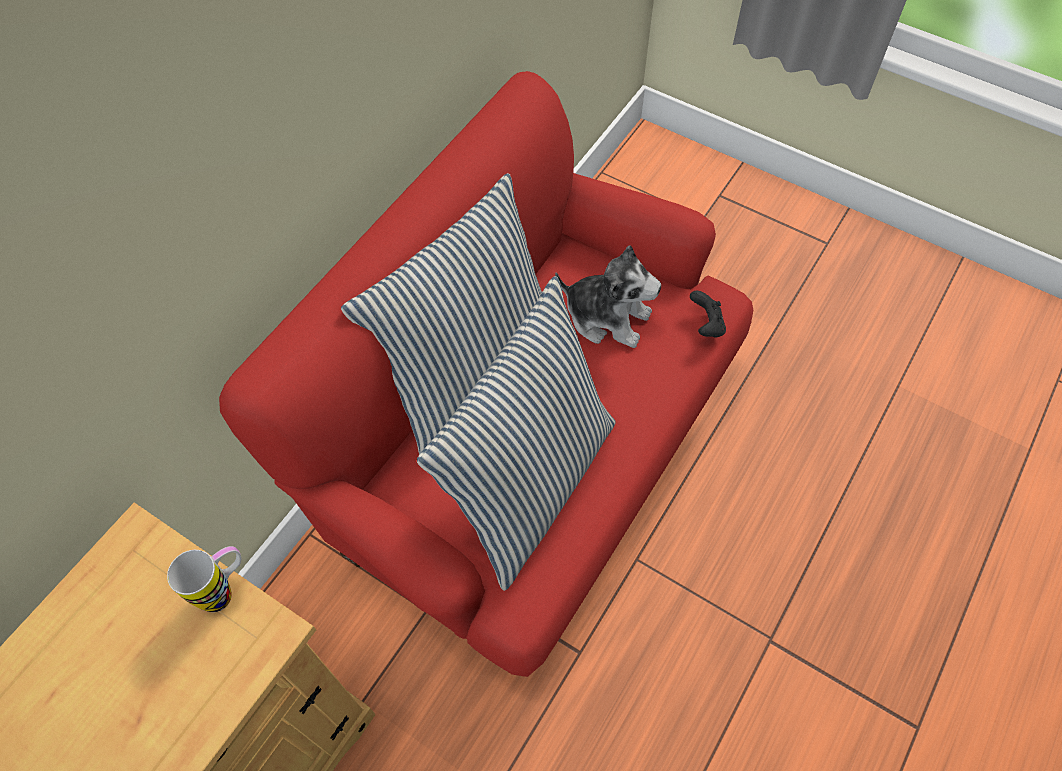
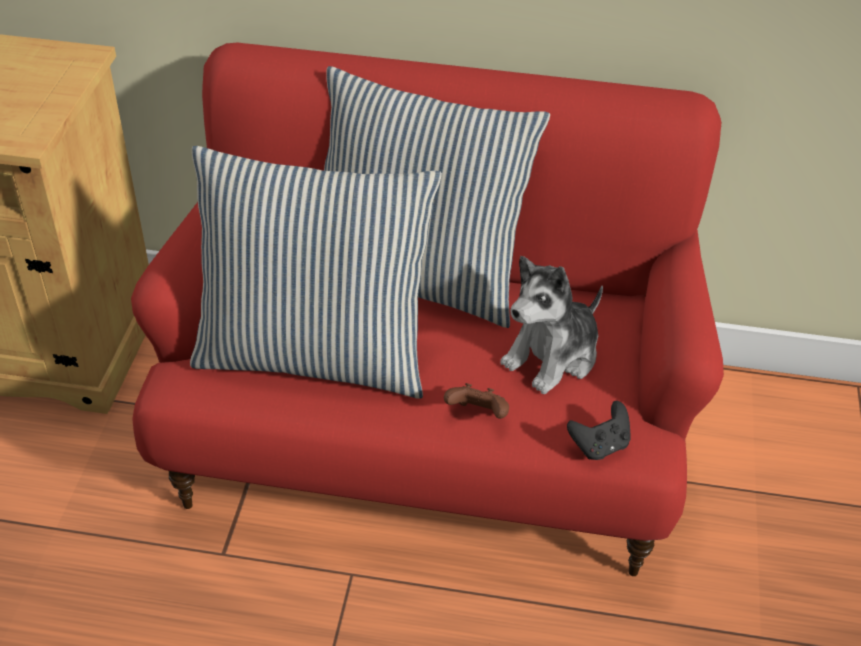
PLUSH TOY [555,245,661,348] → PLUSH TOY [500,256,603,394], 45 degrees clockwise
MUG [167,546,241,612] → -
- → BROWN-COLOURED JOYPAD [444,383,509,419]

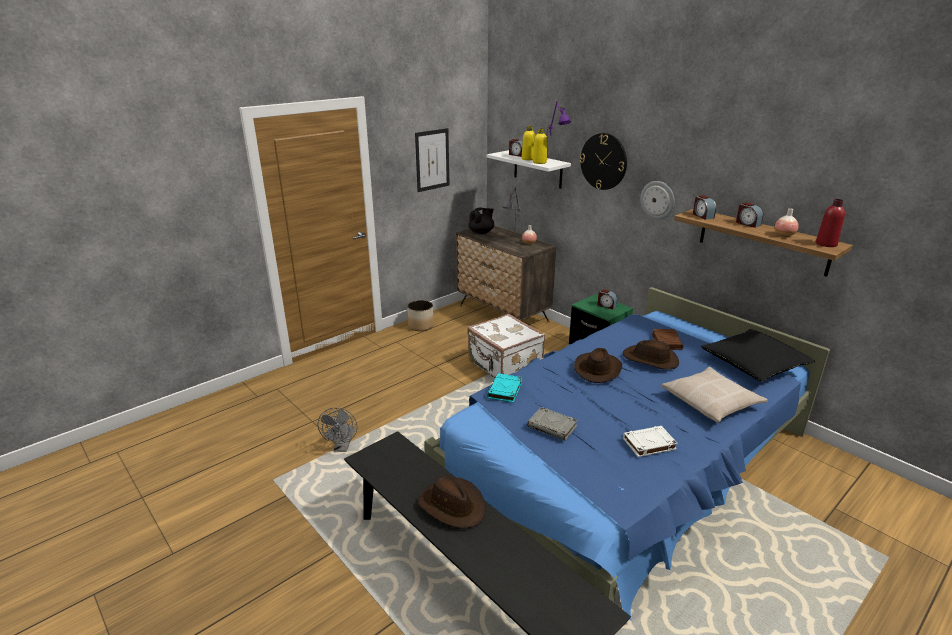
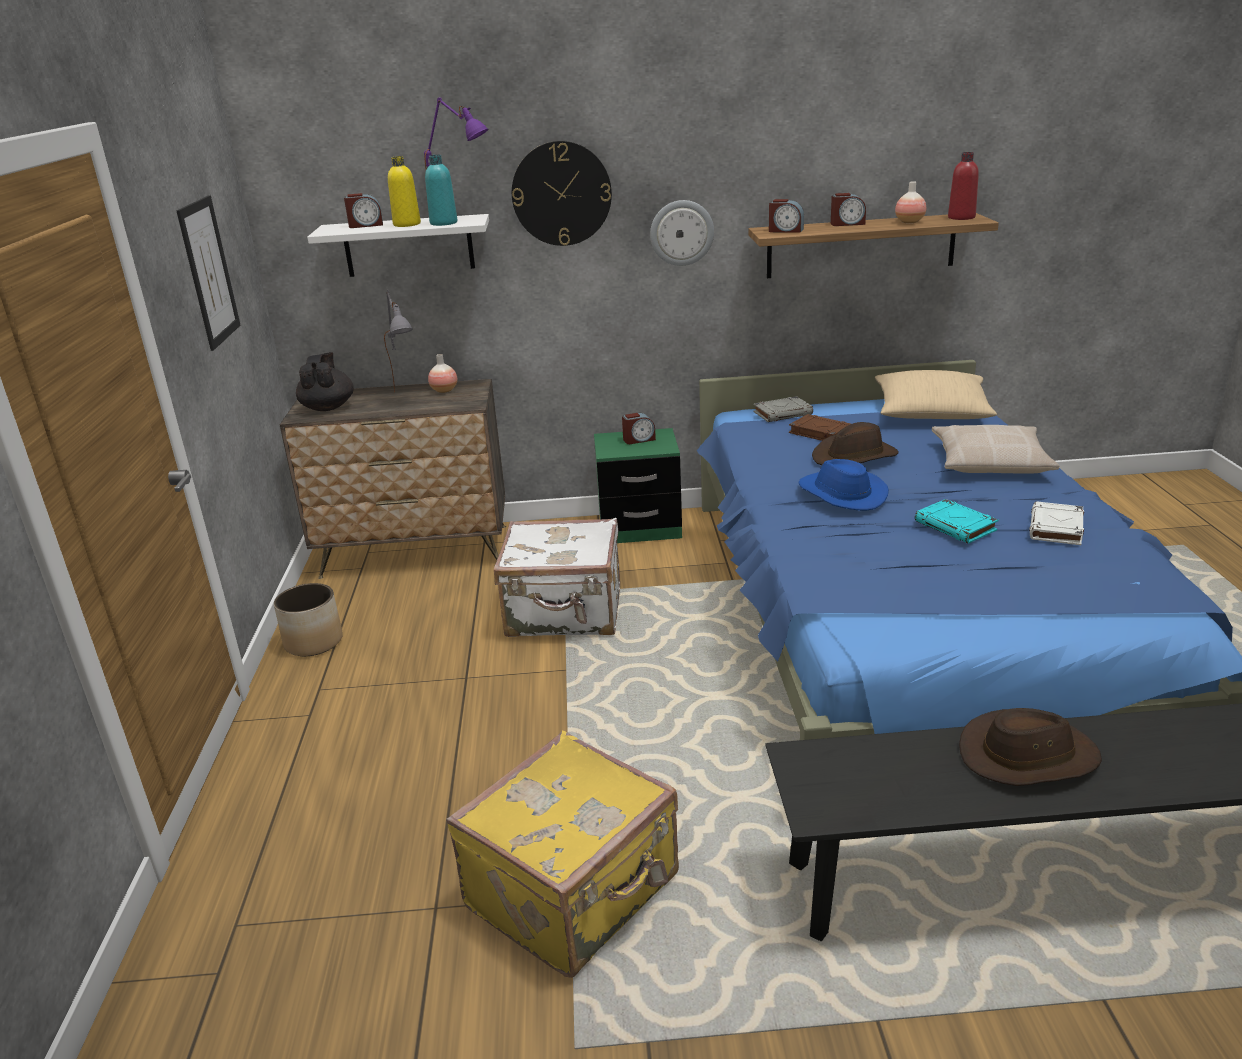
YELLOW BEVERAGE BOTTLE [533,129,547,164] → BLUE-GREEN BEVERAGE BOTTLE [425,155,457,226]
BLACK-COLOURED THROW PILLOW [701,329,815,382] → BEIGE THROW PILLOW [875,370,997,419]
BROWN-COLOURED HAT [574,348,622,383] → BLUE HAT [799,459,889,511]
BLUE-GREEN BOUND BOOK [487,373,522,403] → BLUE-GREEN BOUND BOOK [915,499,999,544], relocated
GRAY FAN [318,407,357,452] → YELLOW TRAVEL CASE [446,731,679,978]
GRAY BOUND BOOK [527,407,578,440] → GRAY BOUND BOOK [753,396,813,422], relocated

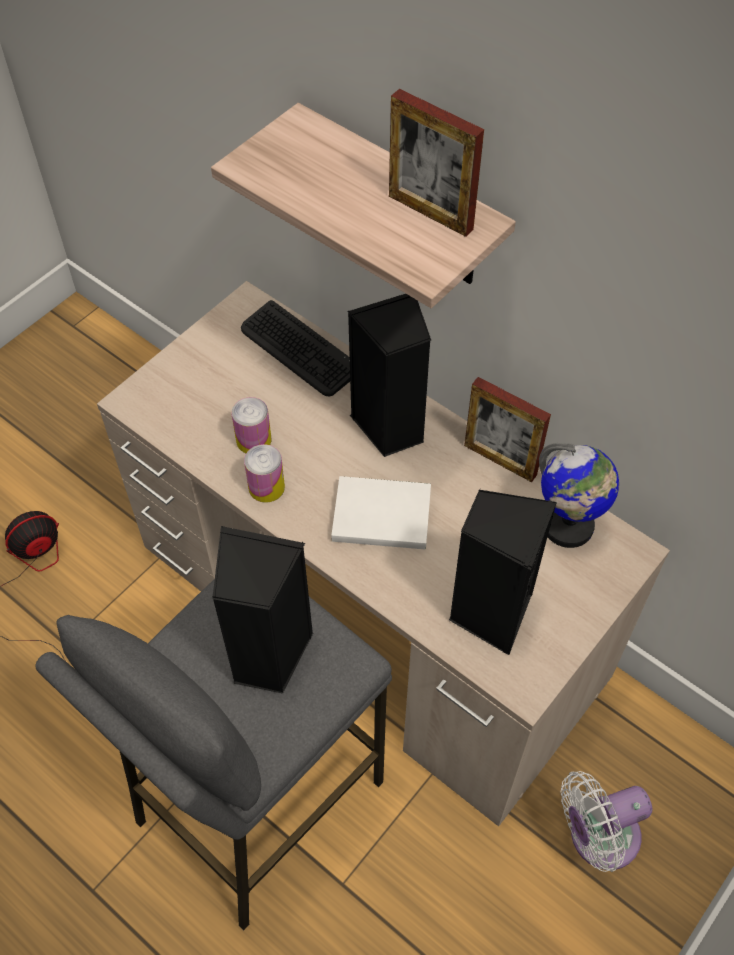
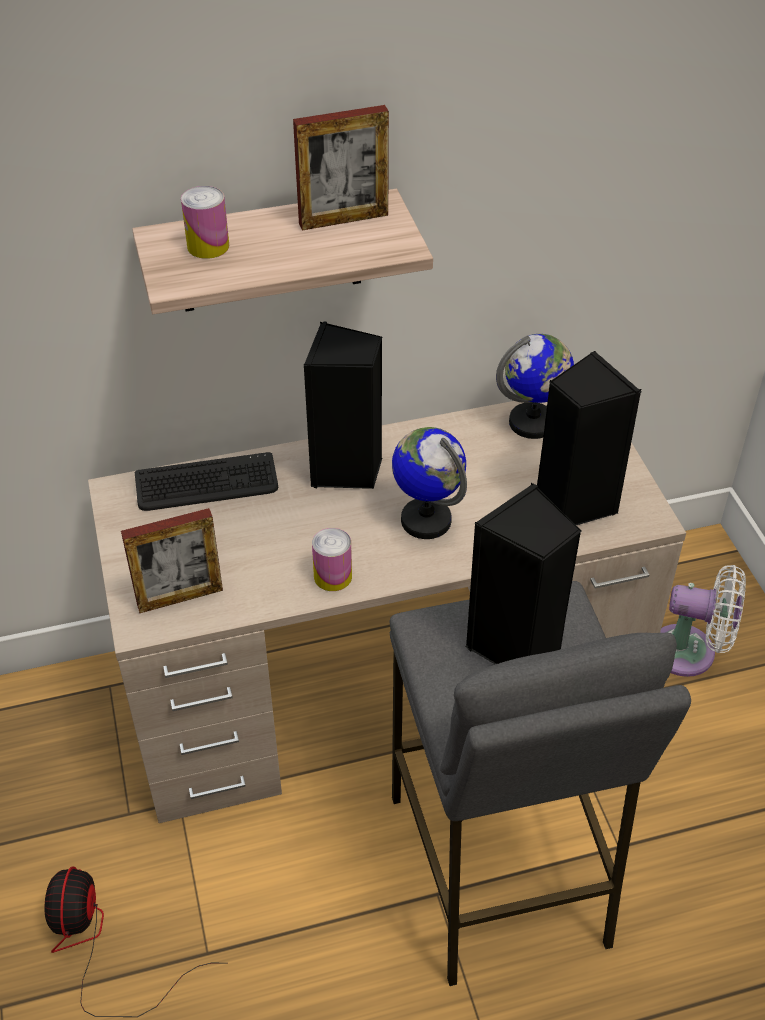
PICTURE FRAME [464,377,551,482] → PICTURE FRAME [121,508,223,613], relocated
CAN [232,397,271,453] → CAN [181,186,229,259], relocated
WHITISH BOUND BOOK [331,476,431,550] → GLOBE [392,427,467,539]
WHITISH FAN [561,771,652,872] → WHITISH FAN [660,565,746,677], 90 degrees counterclockwise

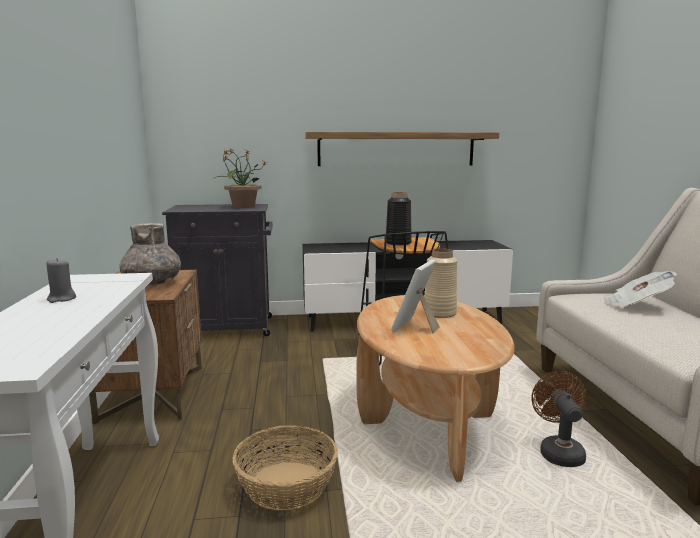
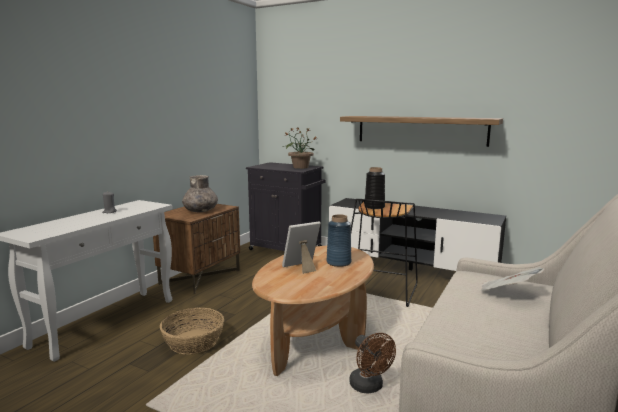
BEIGE DECORATIVE VASE [423,248,457,318] → BLUE DECORATIVE VASE [326,214,351,267]
BROWN-COLOURED FAN [531,371,587,467] → BROWN-COLOURED FAN [349,333,396,393], 120 degrees clockwise

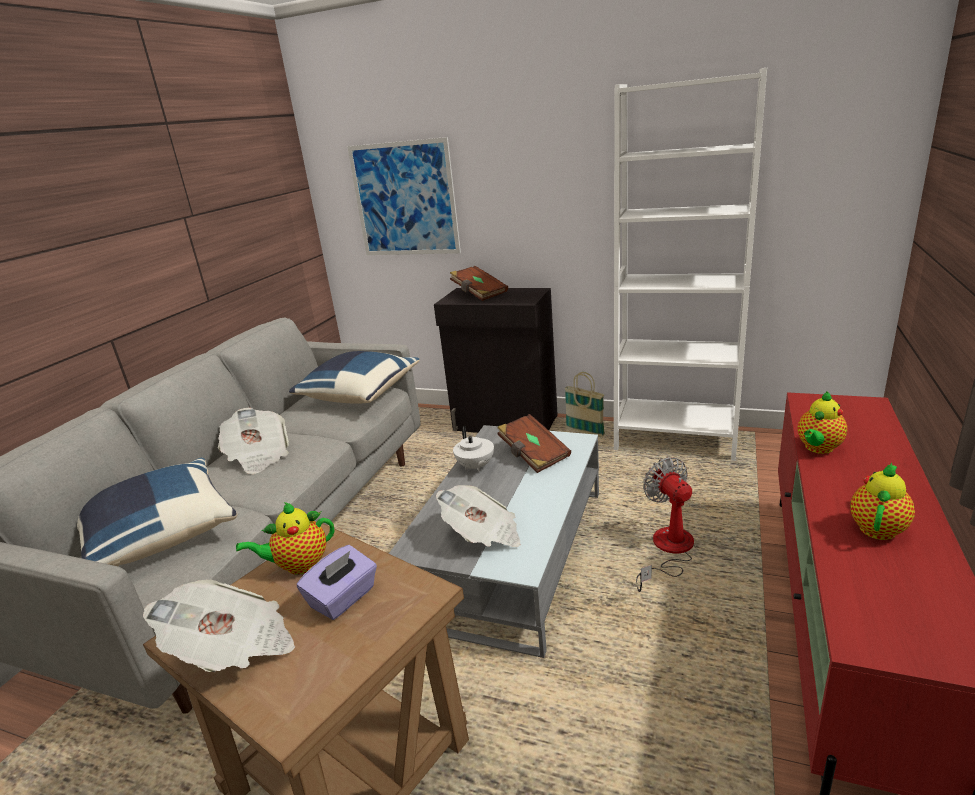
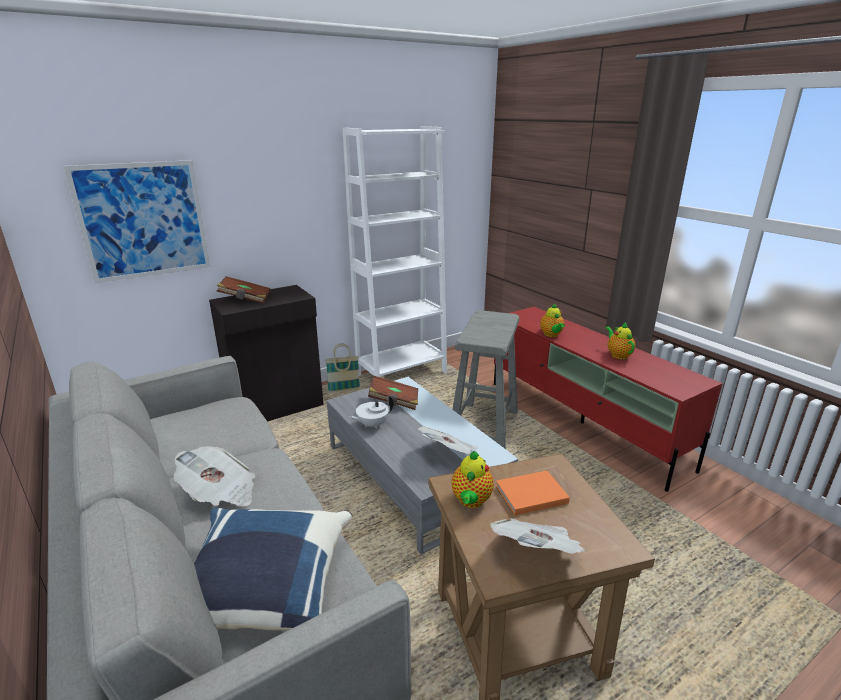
BLUE THROW PILLOW [289,351,419,404] → -
WHITISH TEA POT [453,426,494,472] → WHITISH TEA POT [348,395,394,429], 135 degrees clockwise
FAN [636,457,694,592] → GRAY STOOL SEAT [452,310,520,449]
PURPLE-COLOURED TISSUE BOX [297,545,377,620] → ORANGE BOUND BOOK [496,471,570,515]

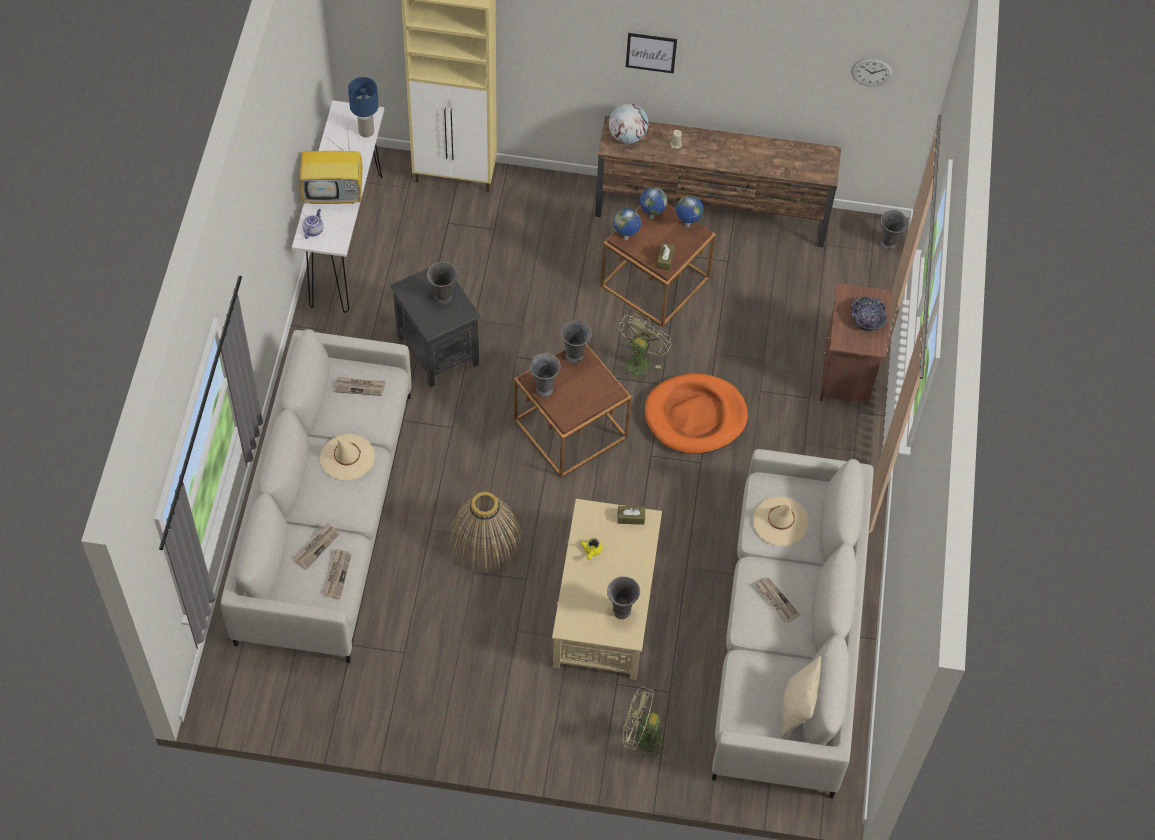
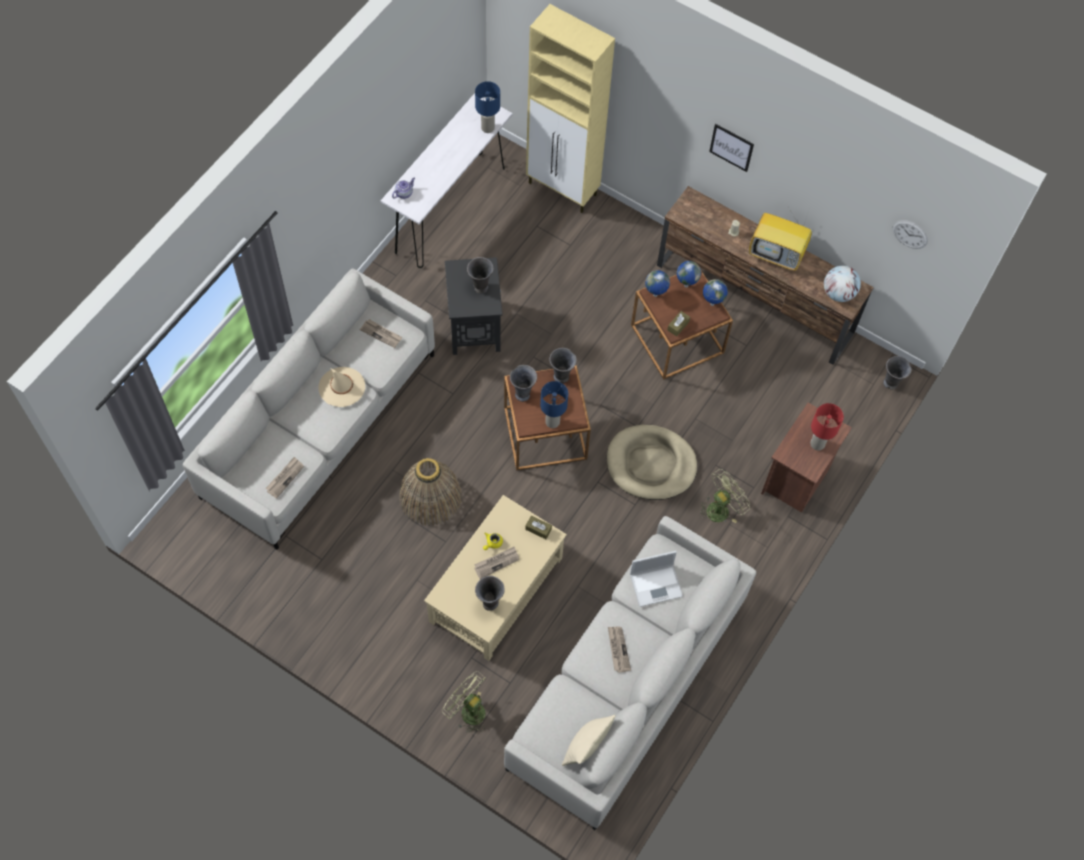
GLOBE [609,103,648,144] → GLOBE [824,265,861,302], relocated
TV [299,131,362,204] → TV [749,205,812,271], relocated
DEEP DISH [851,297,887,331] → REDDISH TABLE LAMP [810,403,844,451]
GREENISH FAN [617,314,671,377] → GREENISH FAN [699,470,750,523], relocated
ORANGE PET BED [645,373,748,454] → BEIGE PET BED [607,425,697,500]
BEIGE HAT [753,497,808,546] → NOTEBOOK COMPUTER [630,551,683,607]
DAILY PAPER [294,523,339,570] → DAILY PAPER [474,547,519,579], relocated
- → BLUE TABLE LAMP [540,381,568,428]

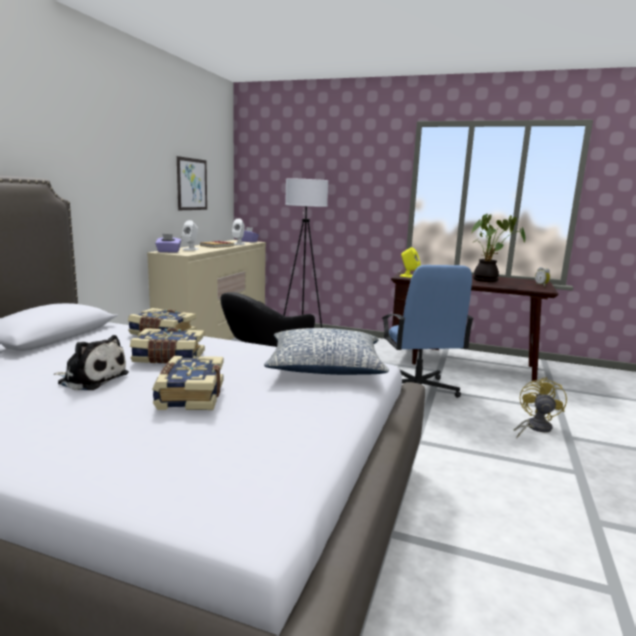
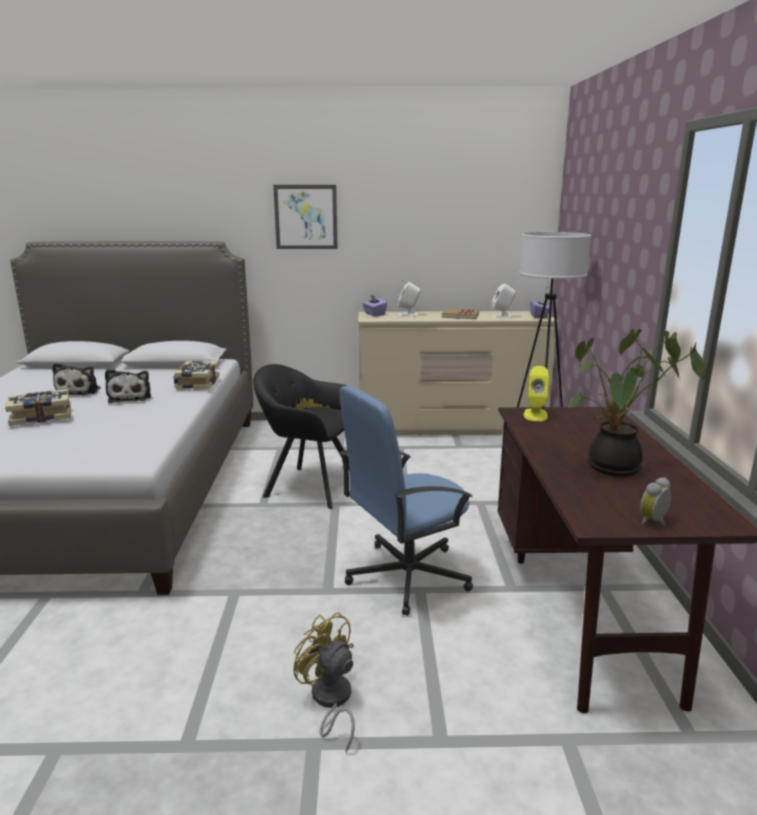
WALL ART [177,156,207,210] → WALL ART [273,185,338,249], relocated
BOUND BOOK [130,328,205,364] → PLUSH TOY [105,369,151,404]
THROW PILLOW [264,328,389,375] → -
YELLOW FAN [514,377,567,438] → YELLOW FAN [293,612,355,753], 135 degrees counterclockwise

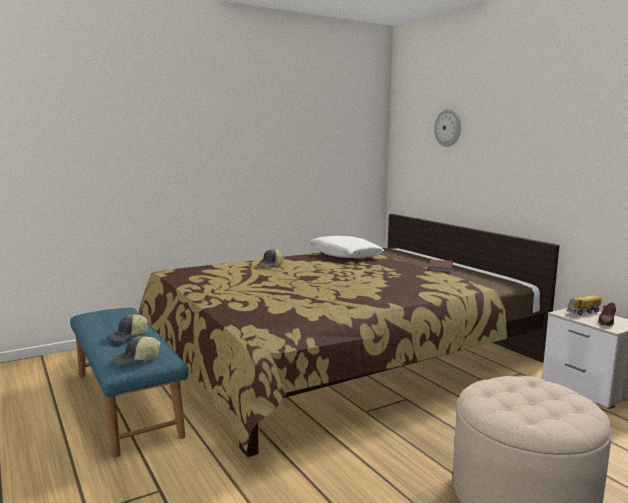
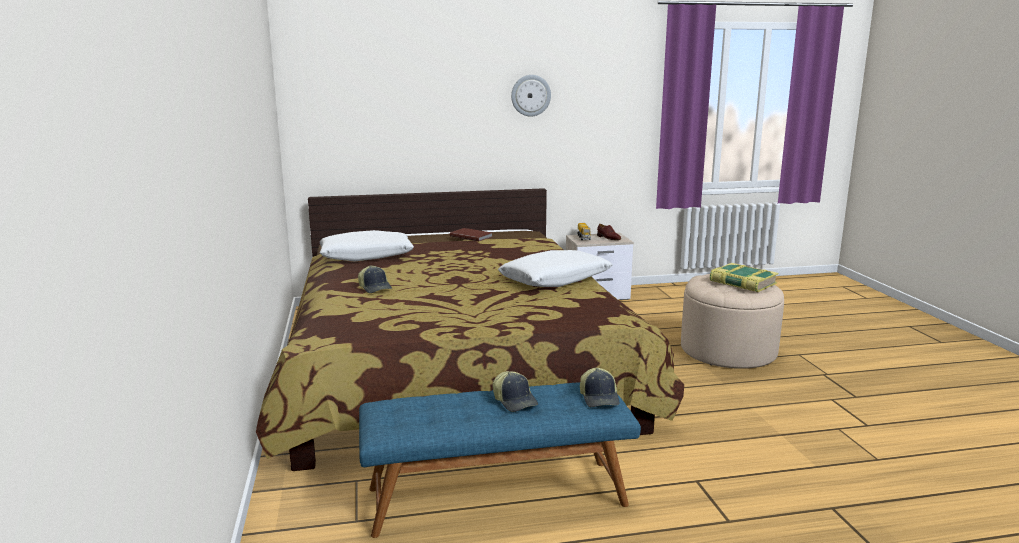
WALL CLOCK [434,109,461,147] → WALL CLOCK [511,75,551,117], relocated
- → WHITISH THROW PILLOW [498,250,612,287]
- → BOUND BOOK [710,263,778,292]

